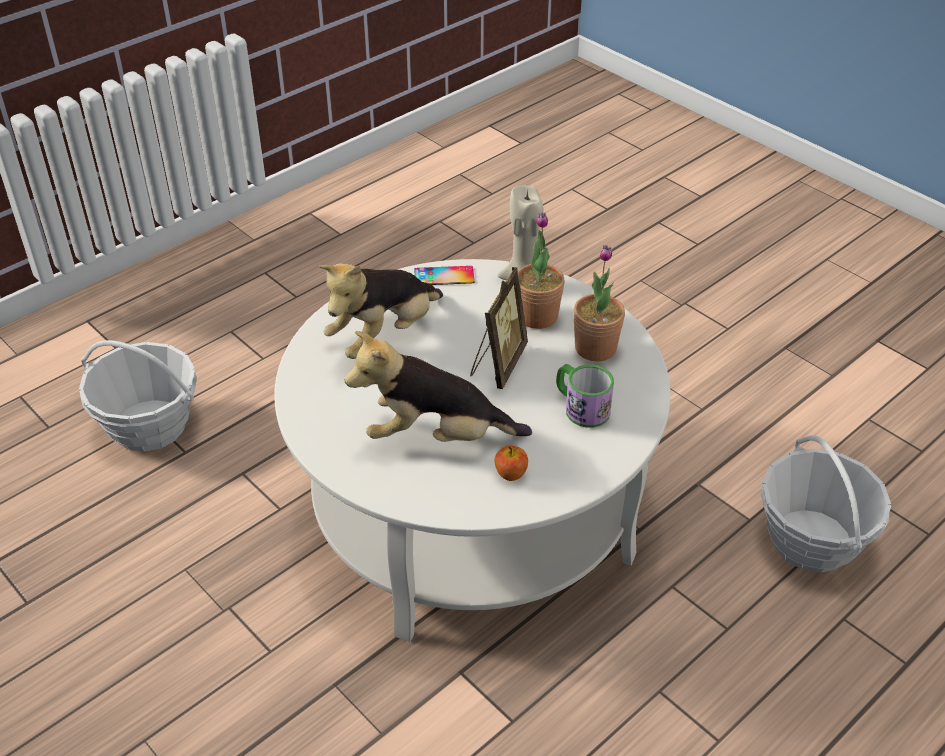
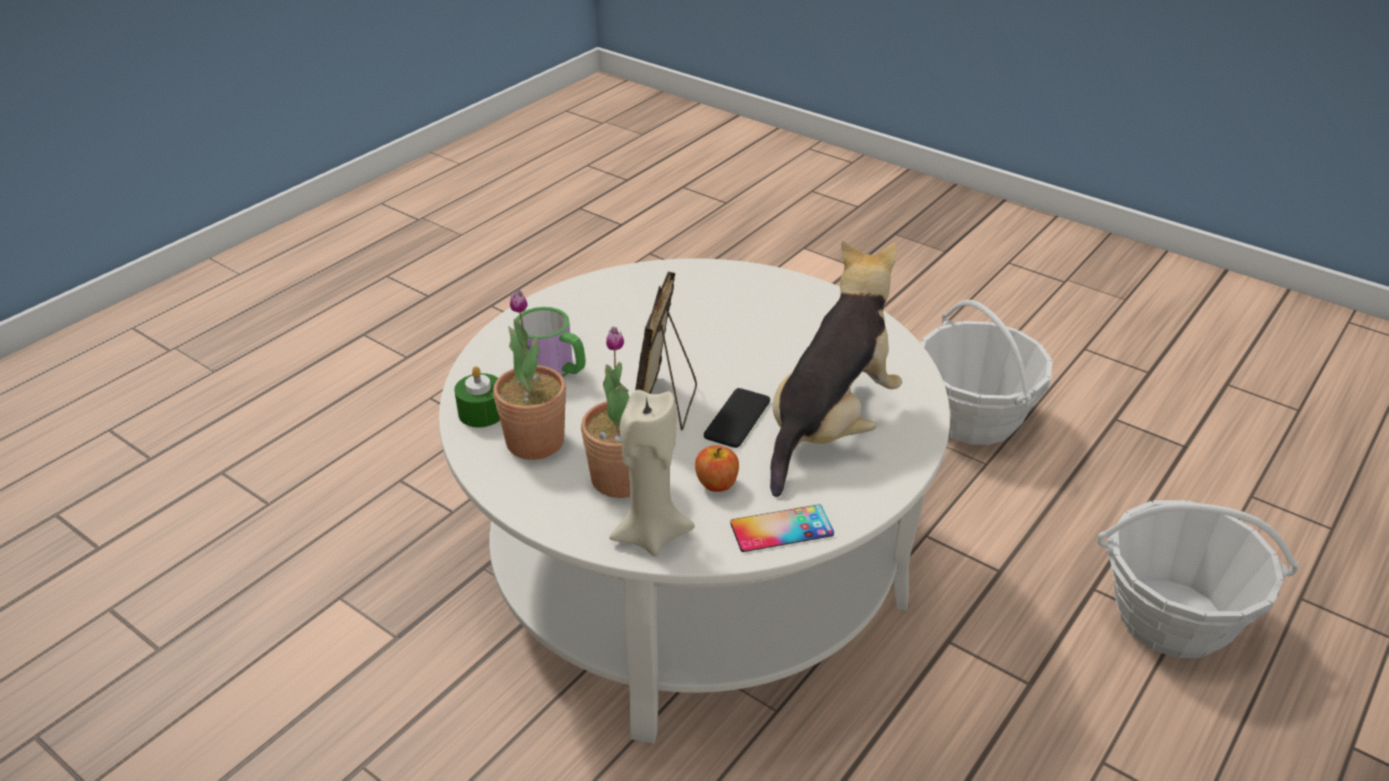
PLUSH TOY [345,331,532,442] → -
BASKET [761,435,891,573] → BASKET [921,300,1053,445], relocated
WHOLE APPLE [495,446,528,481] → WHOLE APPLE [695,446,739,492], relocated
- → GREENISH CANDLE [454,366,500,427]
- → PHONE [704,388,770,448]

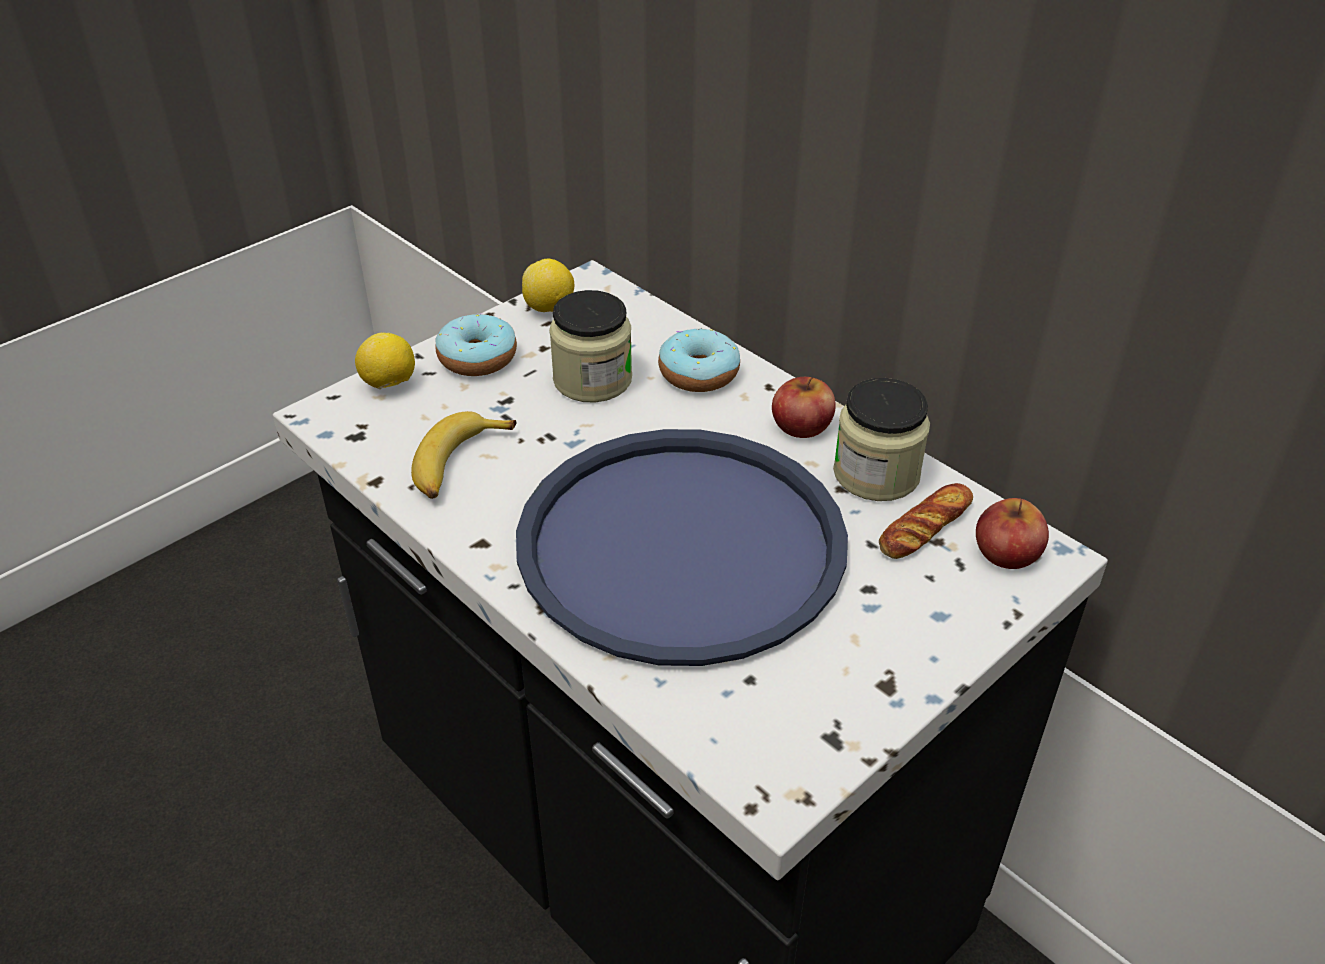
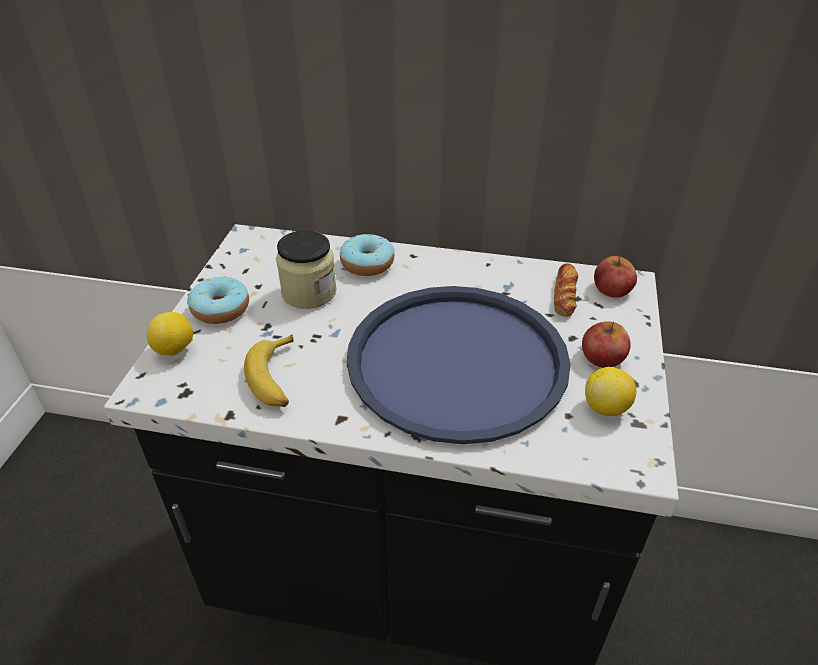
CITRUS FRUIT [522,259,574,312] → CITRUS FRUIT [585,367,636,416], relocated
WHOLE APPLE [772,377,836,438] → WHOLE APPLE [582,321,631,368], relocated
JAR [833,378,930,501] → -

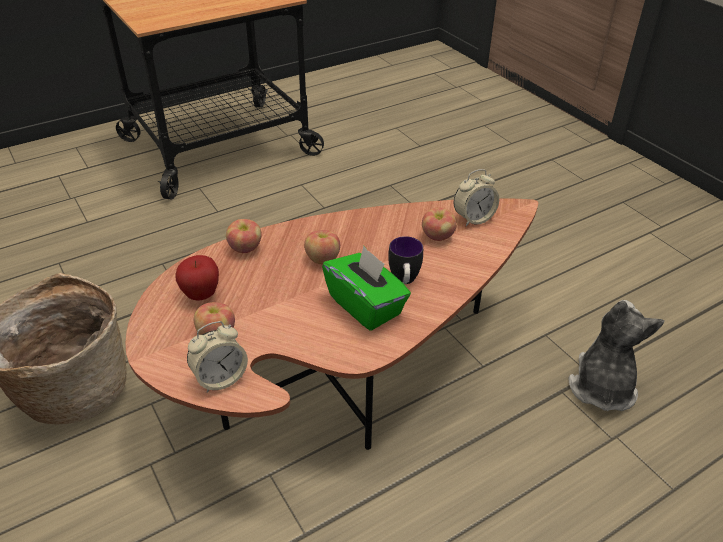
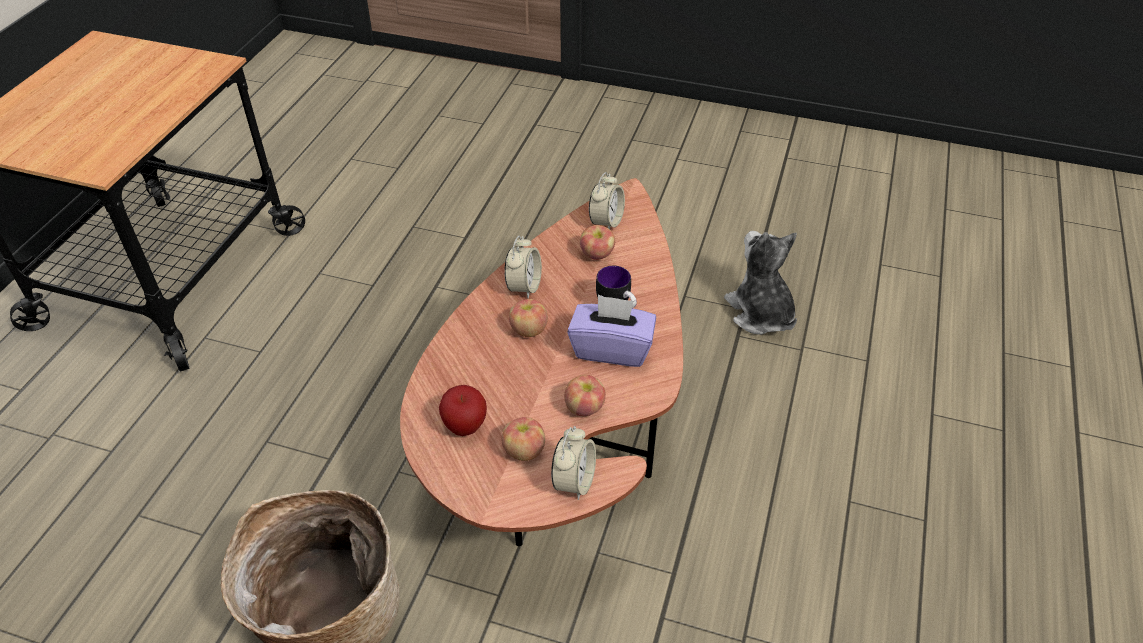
WHOLE APPLE [226,219,262,253] → WHOLE APPLE [564,375,606,416], relocated
GREENISH TISSUE BOX [322,246,411,331] → PURPLE-COLOURED TISSUE BOX [567,295,656,367]
- → TABLE CLOCK [504,236,542,299]

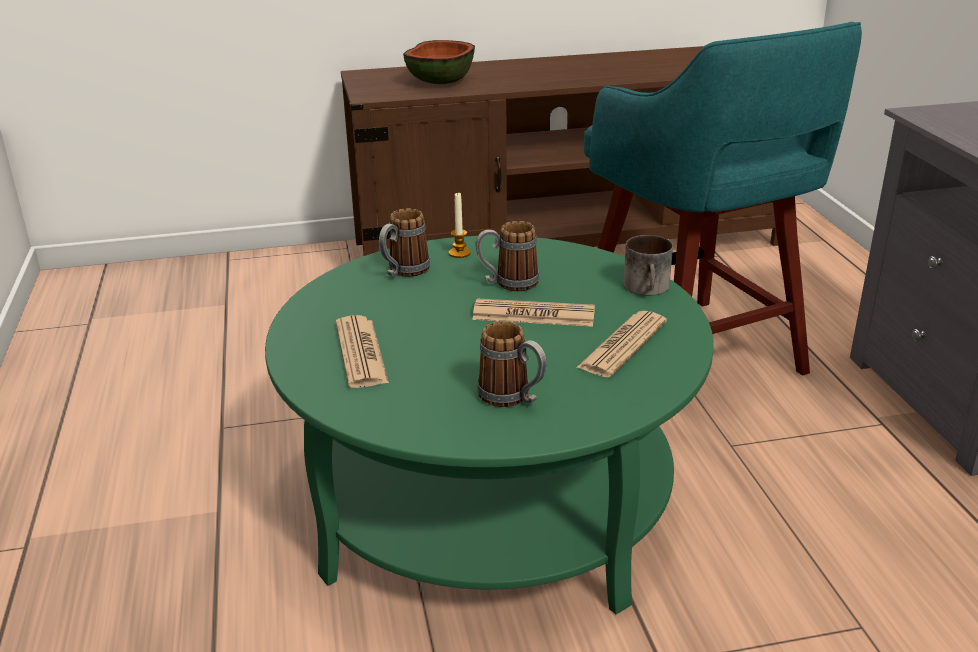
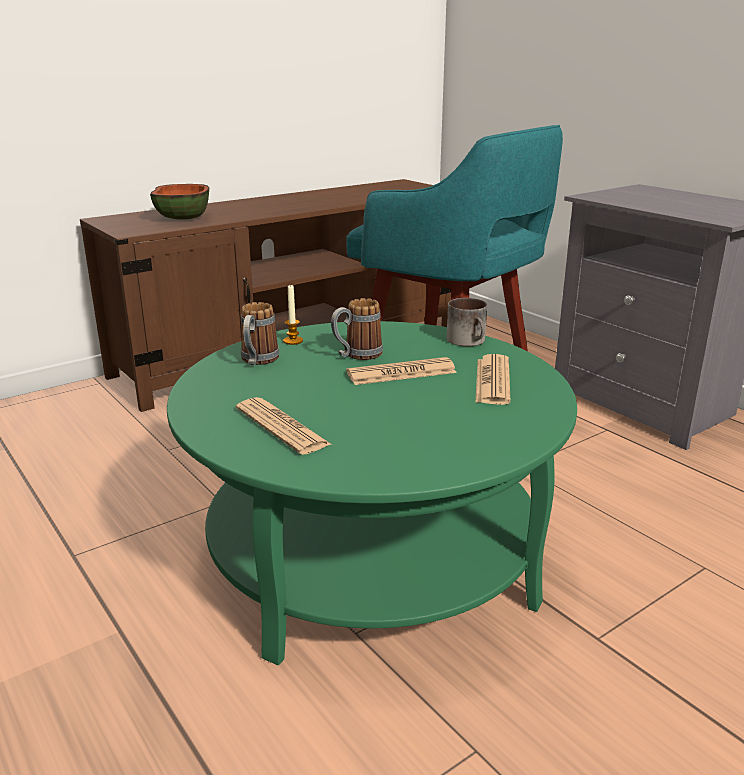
MUG [477,321,547,407] → -

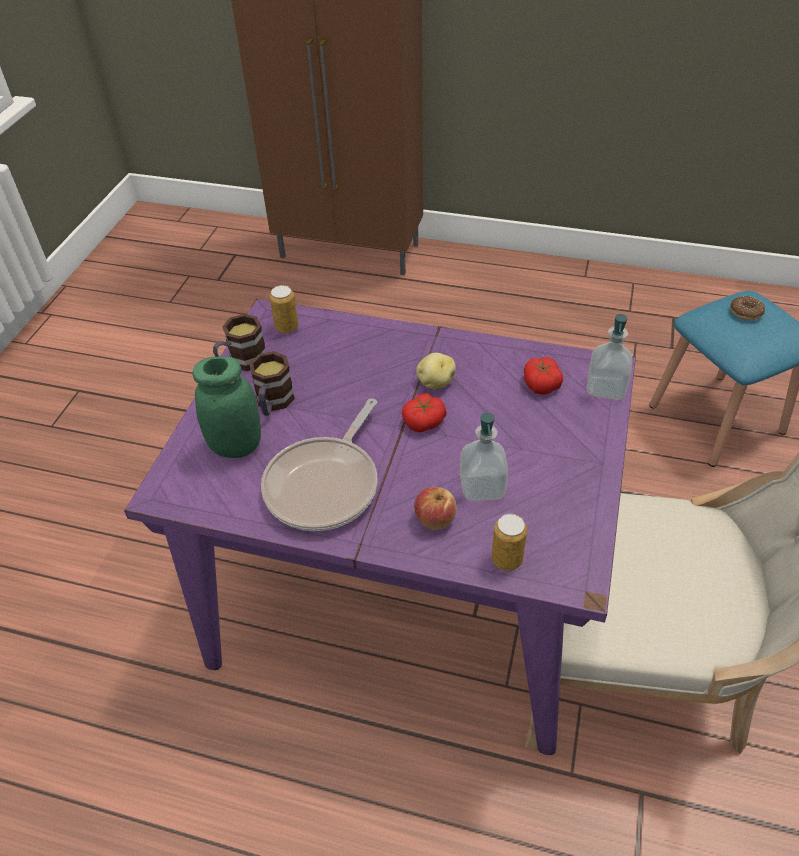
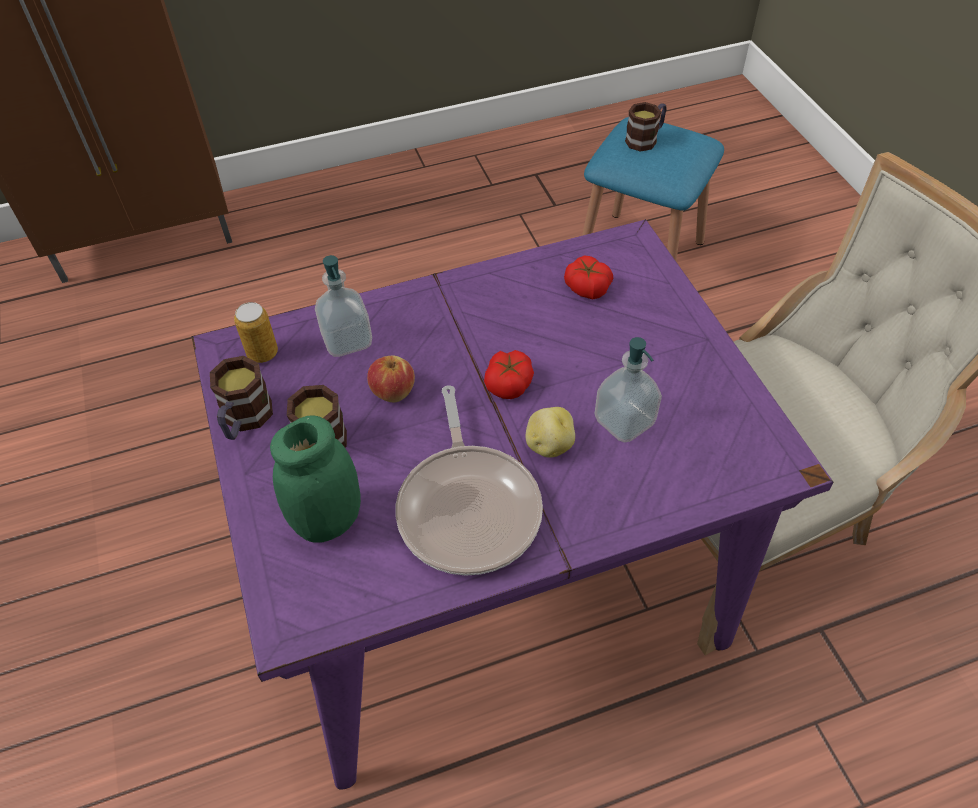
RING DOUGHNUT [730,296,765,320] → MUG [625,102,667,152]
SOAP BOTTLE [587,314,632,400] → SOAP BOTTLE [315,255,372,357], relocated
SPUD [416,353,456,389] → SPUD [526,407,575,458], relocated
WHOLE APPLE [414,487,457,530] → WHOLE APPLE [367,355,415,402], relocated
CAN [491,514,527,571] → -

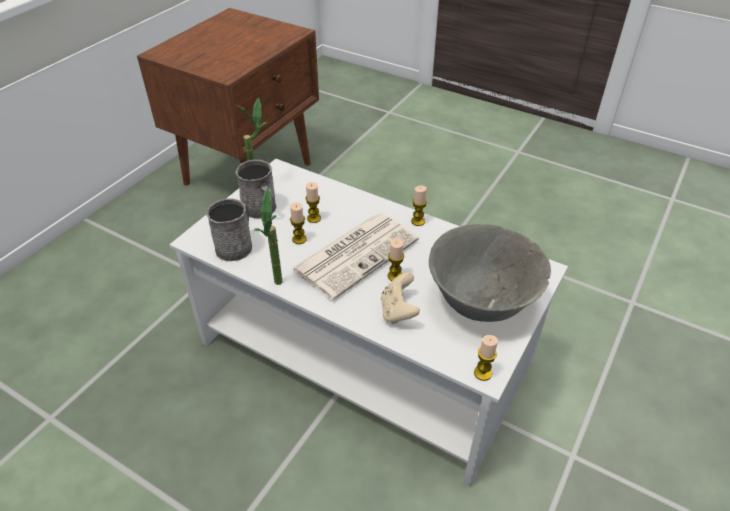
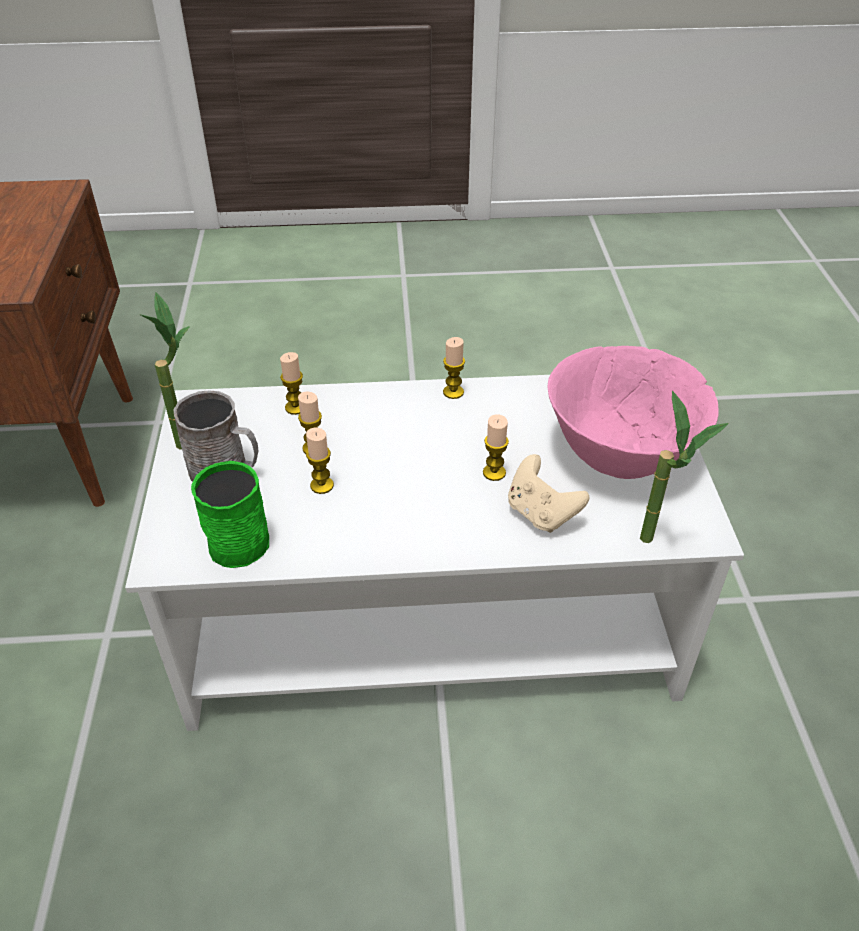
PLANT IN A POT [253,188,283,285] → PLANT IN A POT [640,391,729,543], relocated
GRAY MUG [206,198,252,261] → GREENISH MUG [191,461,269,568]
DAILY PAPER [291,213,419,300] → -
GRAY DEEP DISH [429,224,551,322] → PINK-COLOURED DEEP DISH [548,346,719,479]
CANDLE [474,335,498,381] → CANDLE [280,352,303,415], relocated

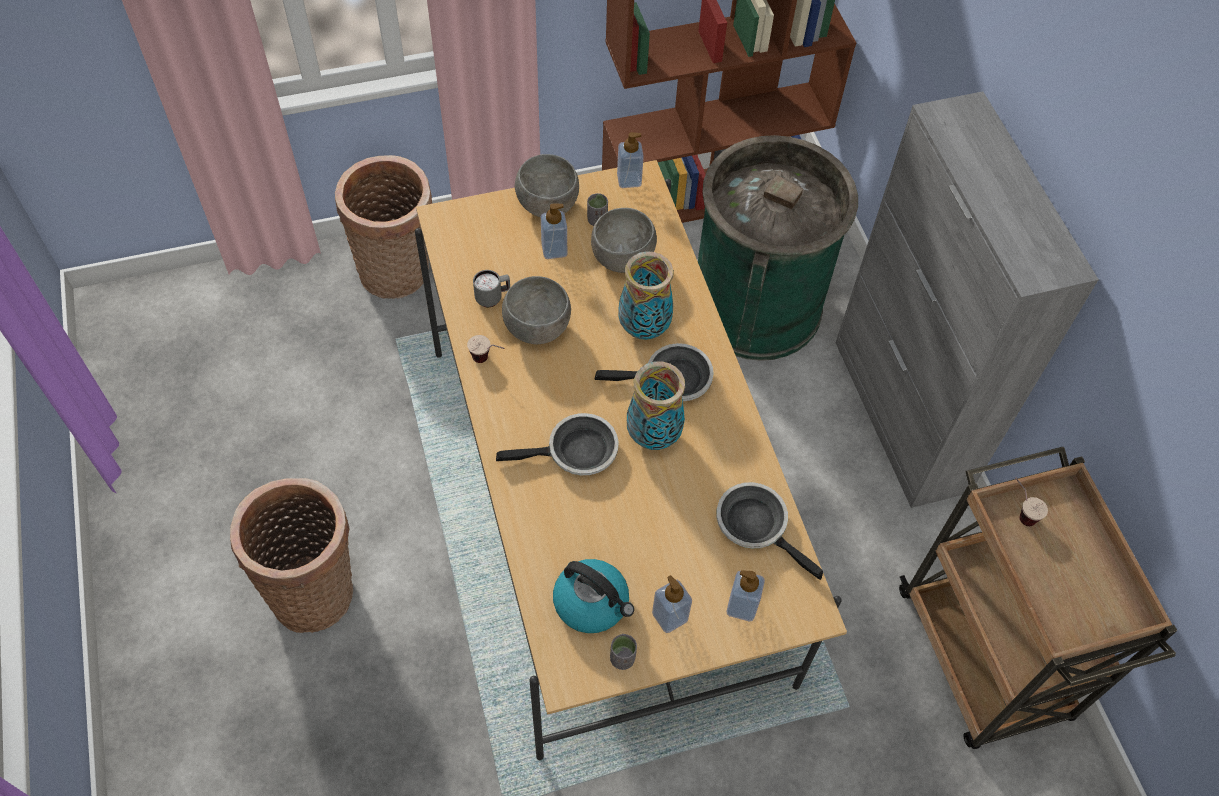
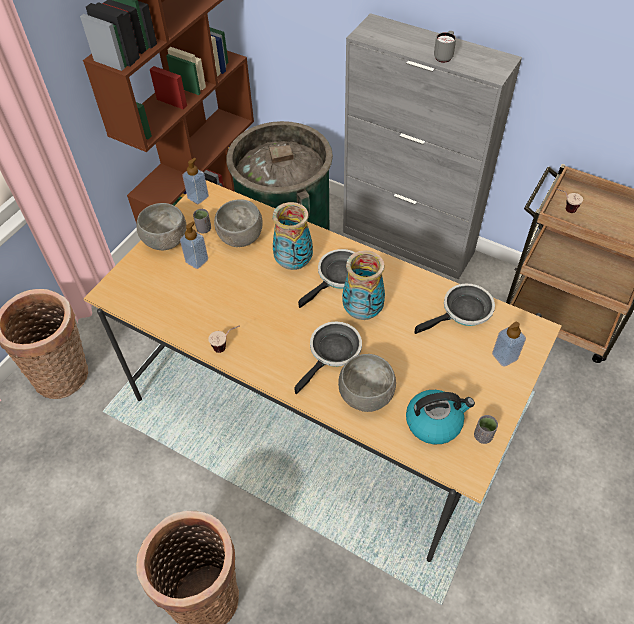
GRAY MUG [473,270,510,307] → GRAY MUG [434,31,456,63], relocated
GRAY DEEP DISH [502,276,571,344] → GRAY DEEP DISH [338,354,396,412], relocated
PAN [716,482,823,580] → PAN [414,284,495,334], 150 degrees clockwise
SOAP BOTTLE [652,575,692,633] → -

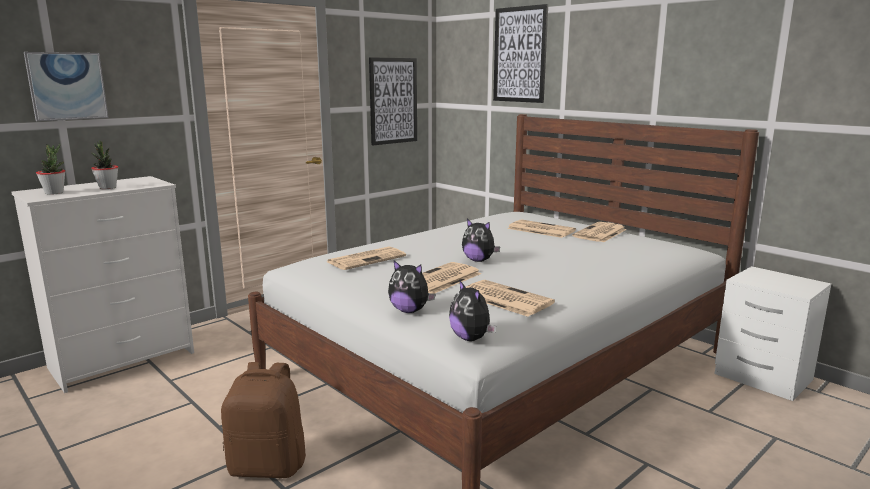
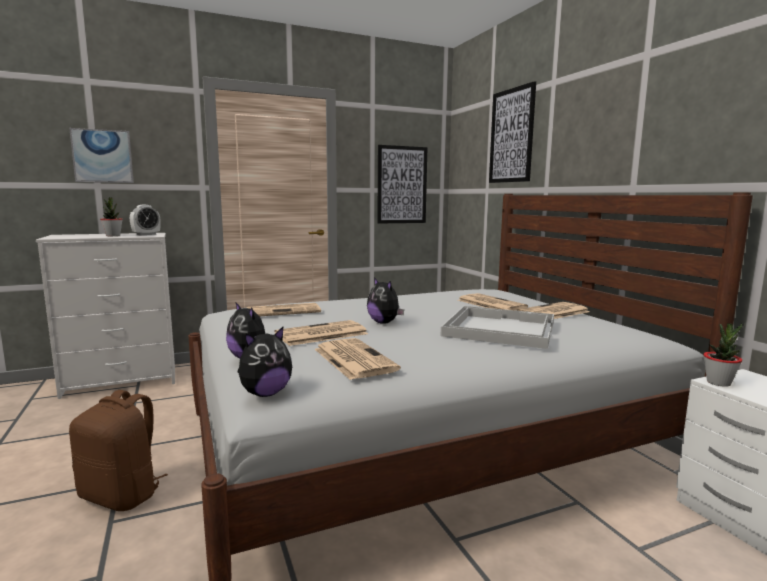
PLANT IN A POT [36,144,65,195] → PLANT IN A POT [703,323,742,387], relocated
PLUSH TOY [449,280,496,341] → PLUSH TOY [238,327,292,397], 120 degrees counterclockwise
- → TABLE CLOCK [130,205,161,235]
- → WHITISH TRAY [441,306,554,349]

